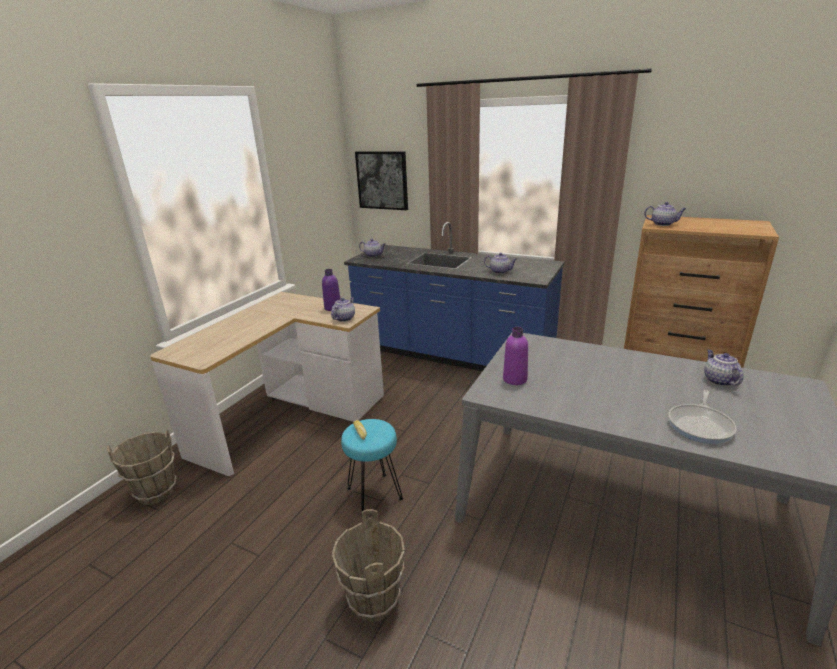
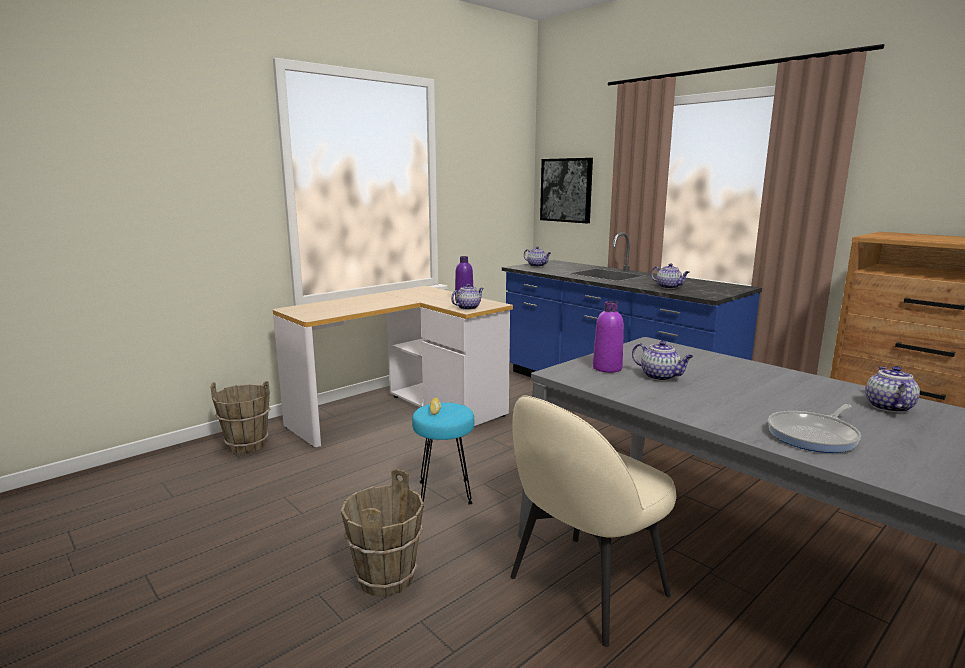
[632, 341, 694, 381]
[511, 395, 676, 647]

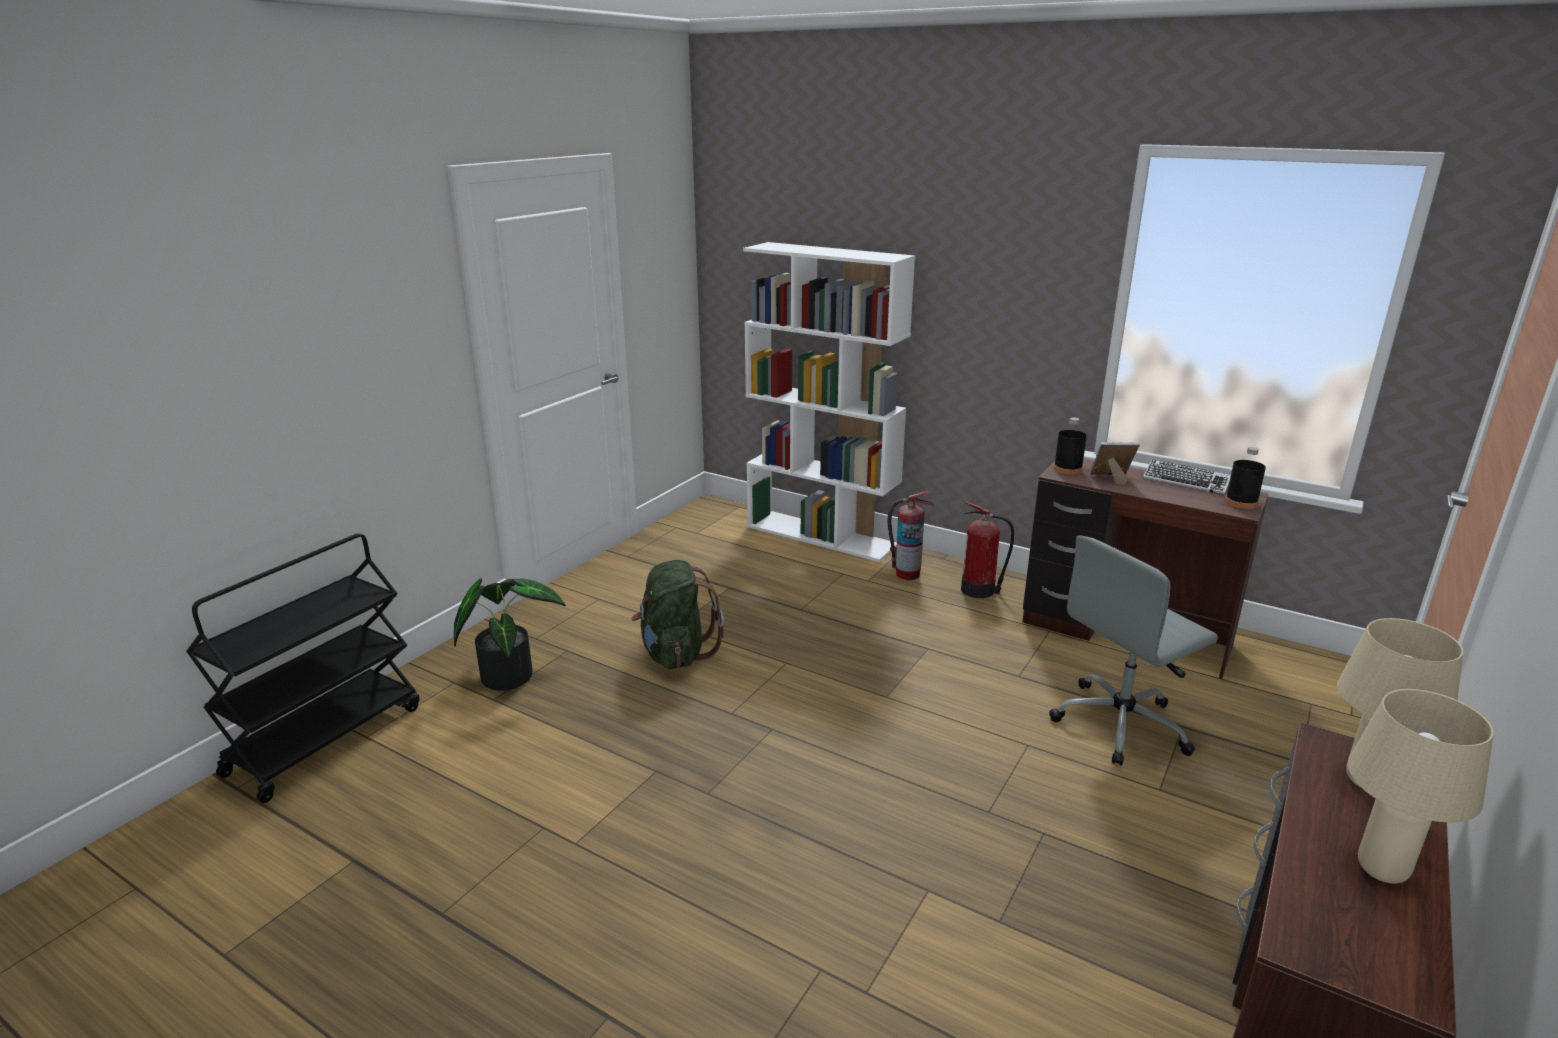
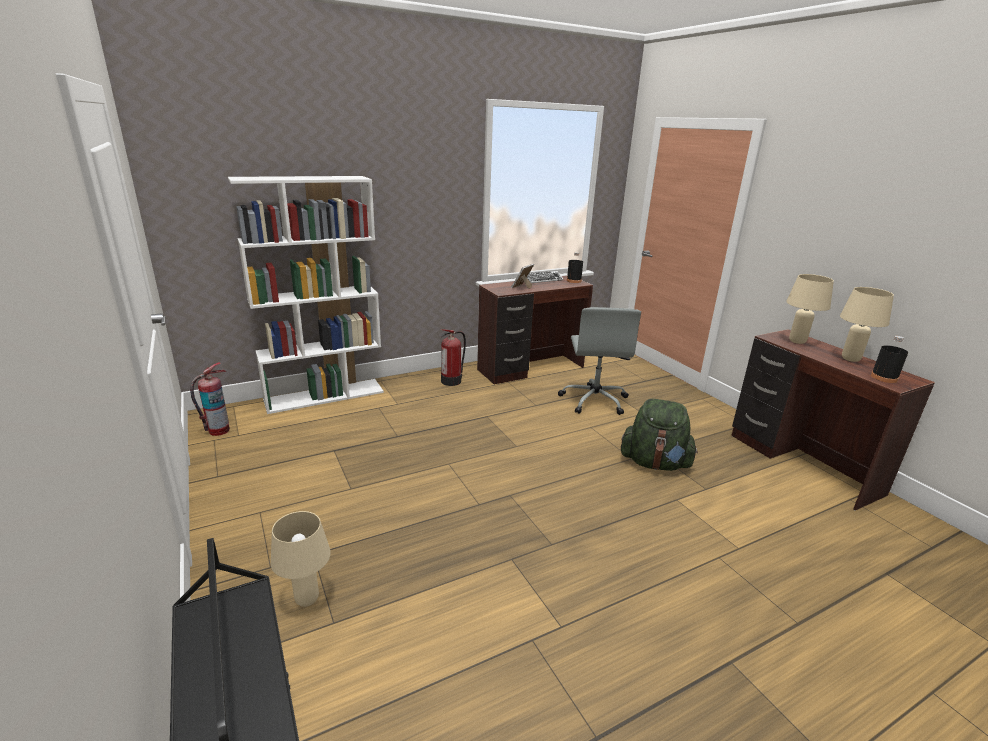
[271, 511, 331, 607]
[621, 399, 698, 471]
[190, 362, 230, 436]
[871, 336, 908, 383]

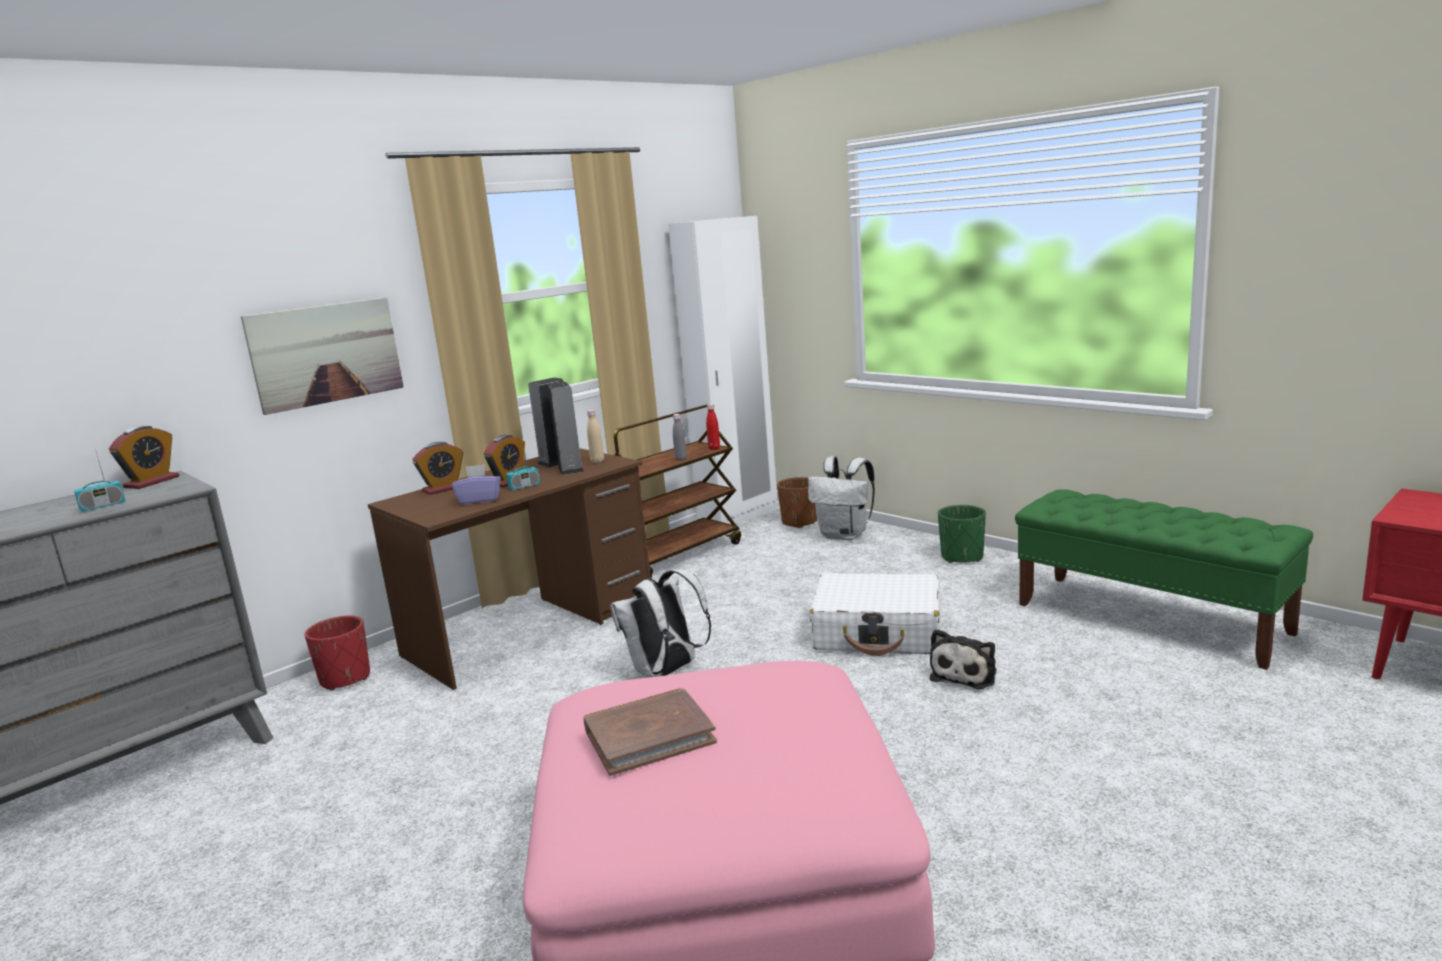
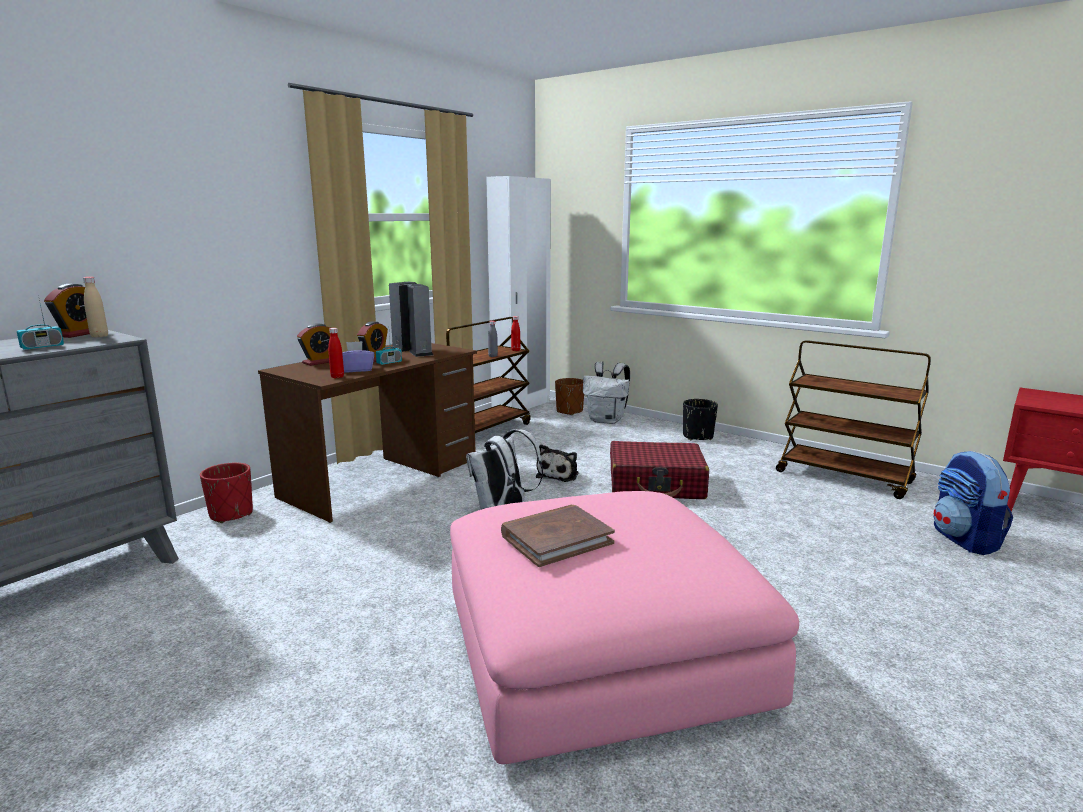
[241, 297, 404, 415] (first image)
[83, 277, 108, 338]
[610, 441, 709, 499]
[536, 444, 579, 482]
[683, 399, 718, 440]
[776, 340, 931, 499]
[328, 328, 344, 378]
[933, 451, 1013, 555]

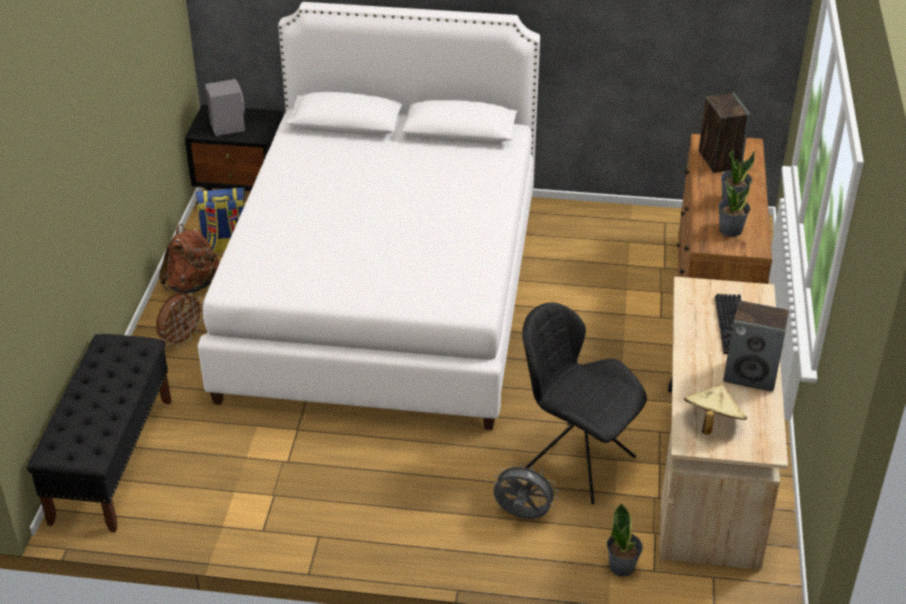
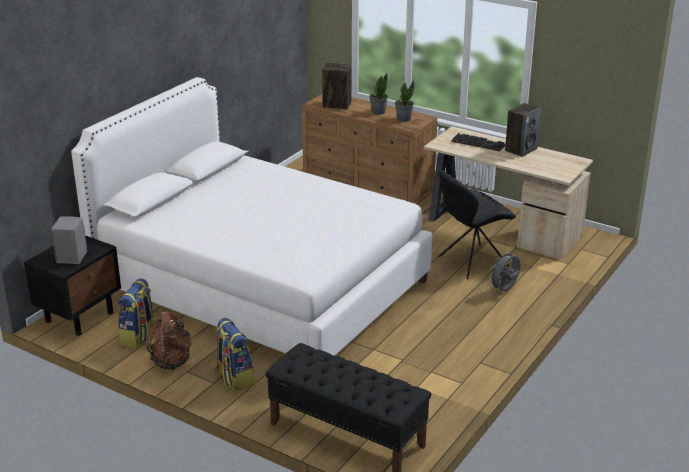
[215, 318, 254, 391]
[607, 503, 643, 577] (first image)
[684, 385, 747, 435] (first image)

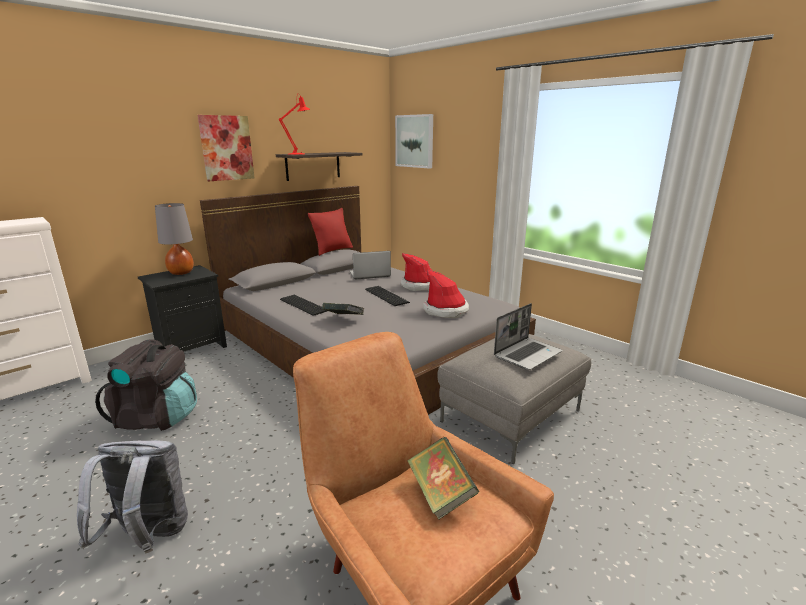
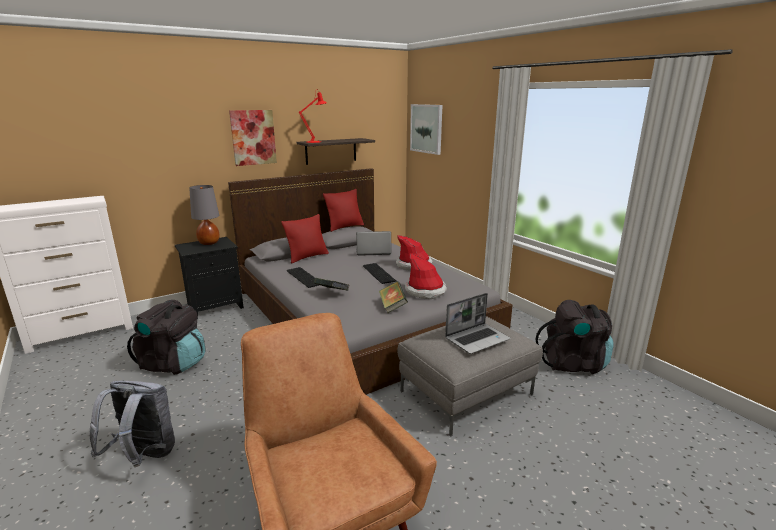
[379, 281, 408, 313]
[281, 214, 329, 264]
[536, 300, 614, 374]

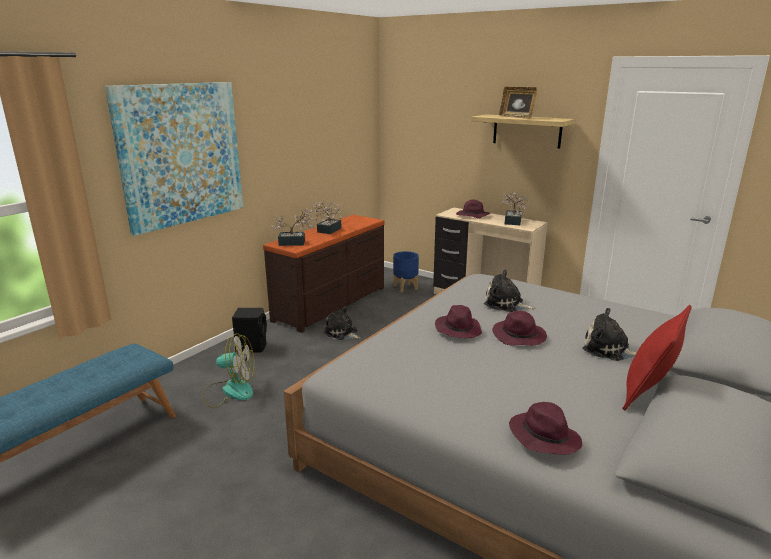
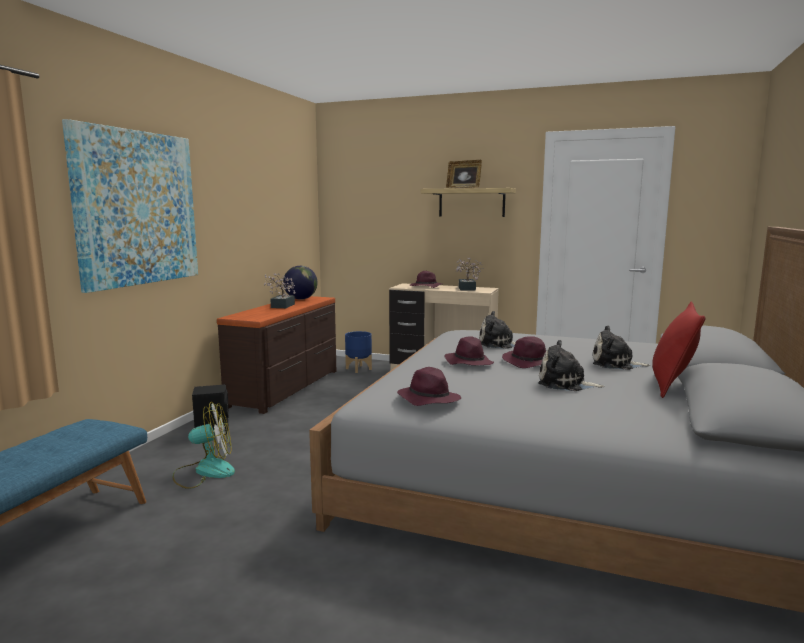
[271, 209, 315, 246] (first image)
[538, 340, 605, 391]
[397, 367, 461, 406]
[283, 266, 318, 300]

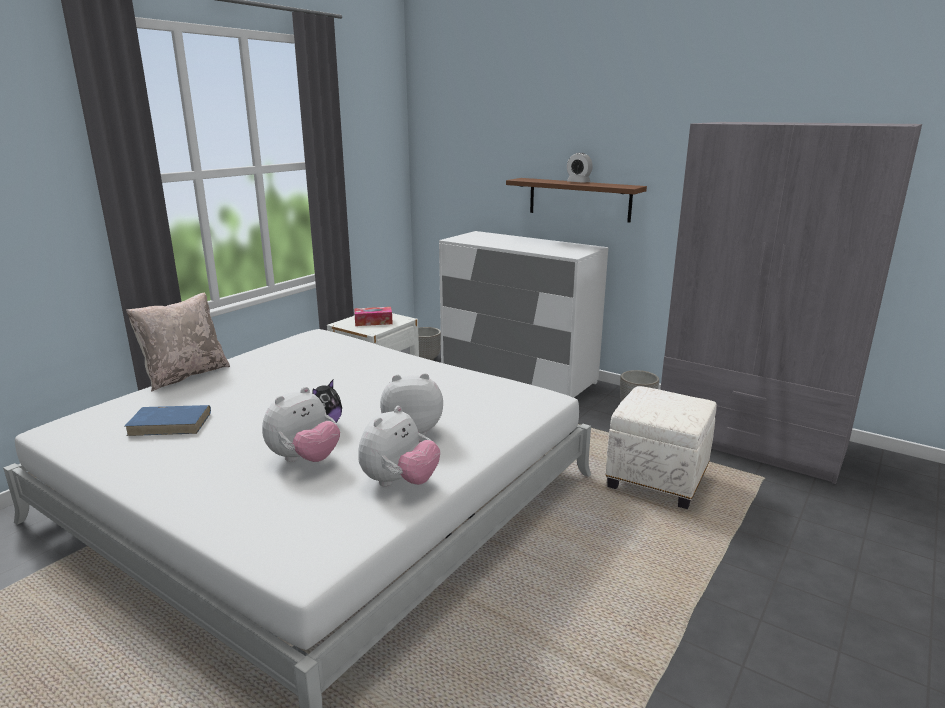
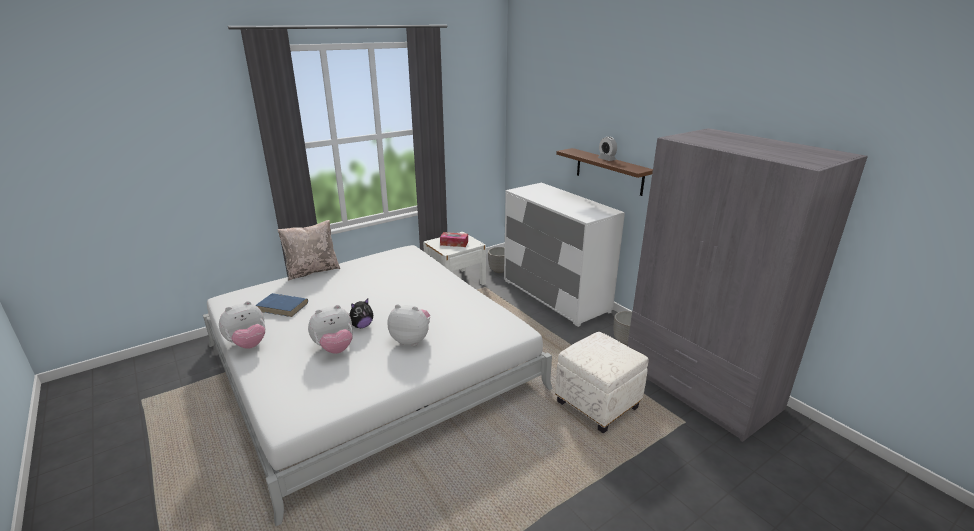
[219, 301, 265, 349]

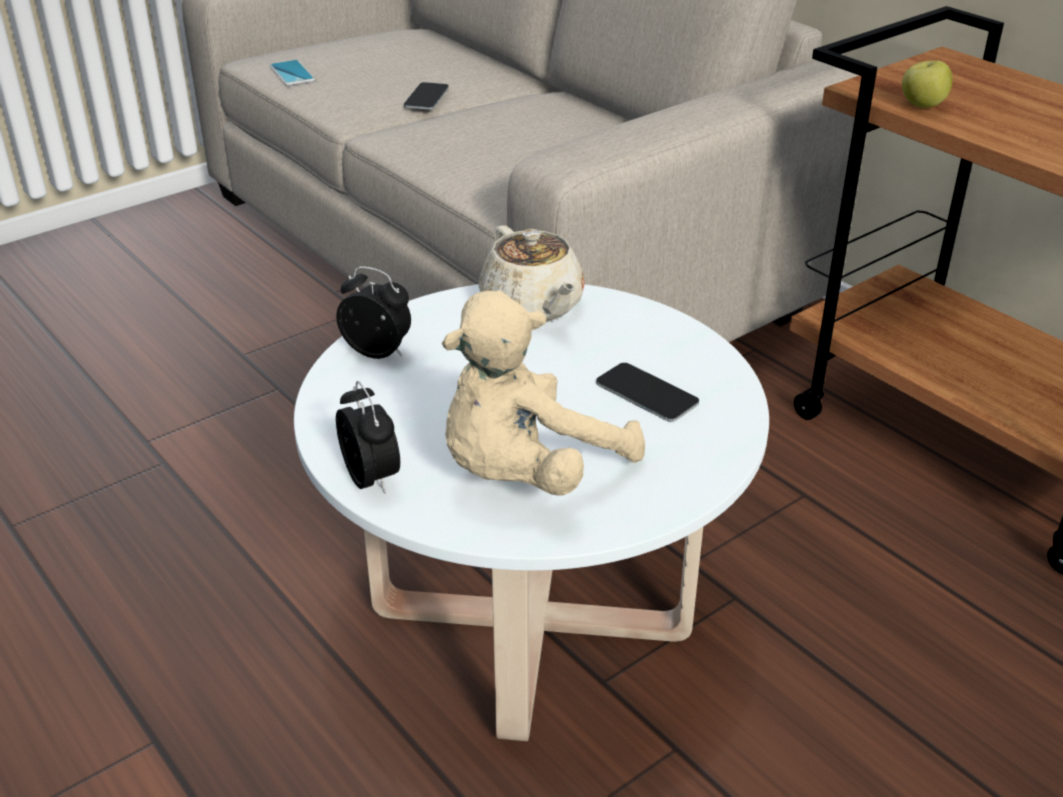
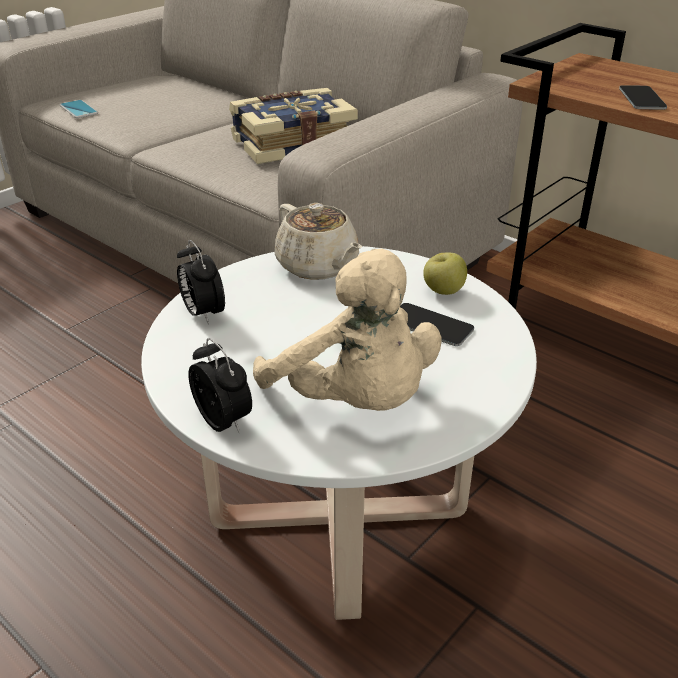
[177, 240, 225, 325]
[619, 85, 667, 110]
[253, 249, 441, 411]
[423, 253, 467, 295]
[229, 88, 358, 164]

